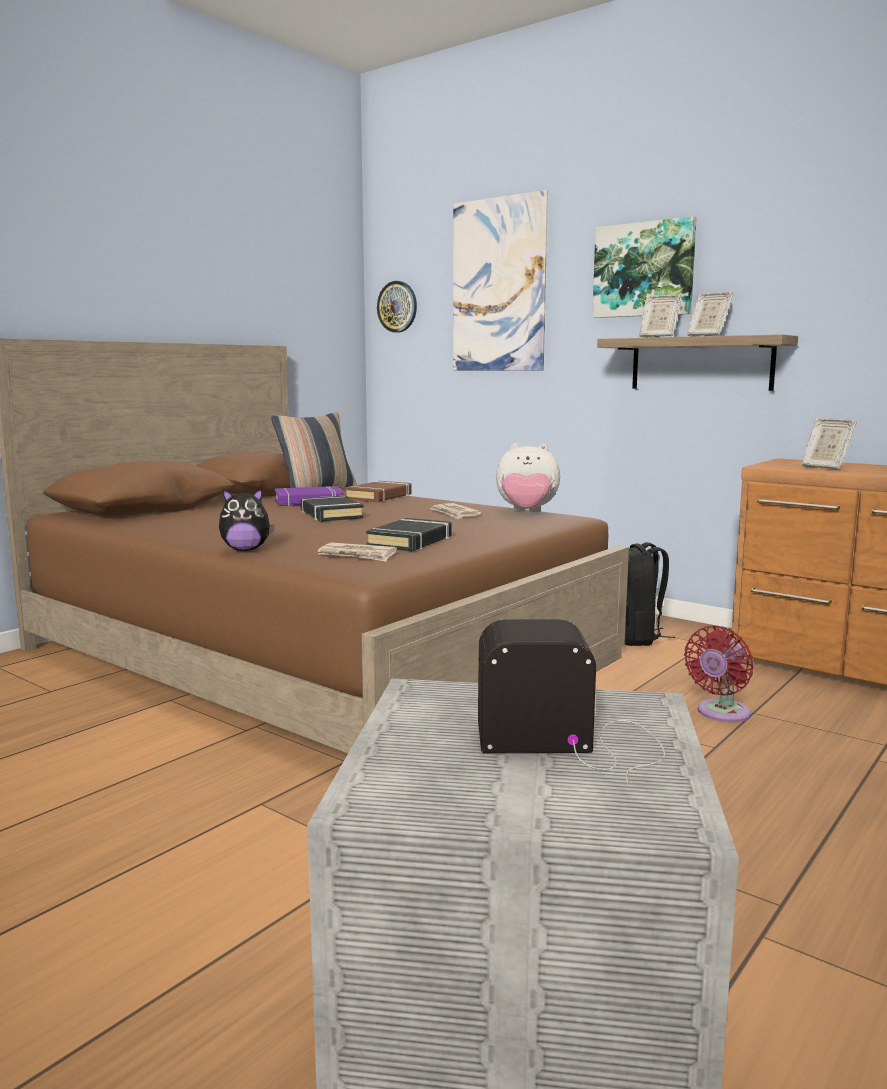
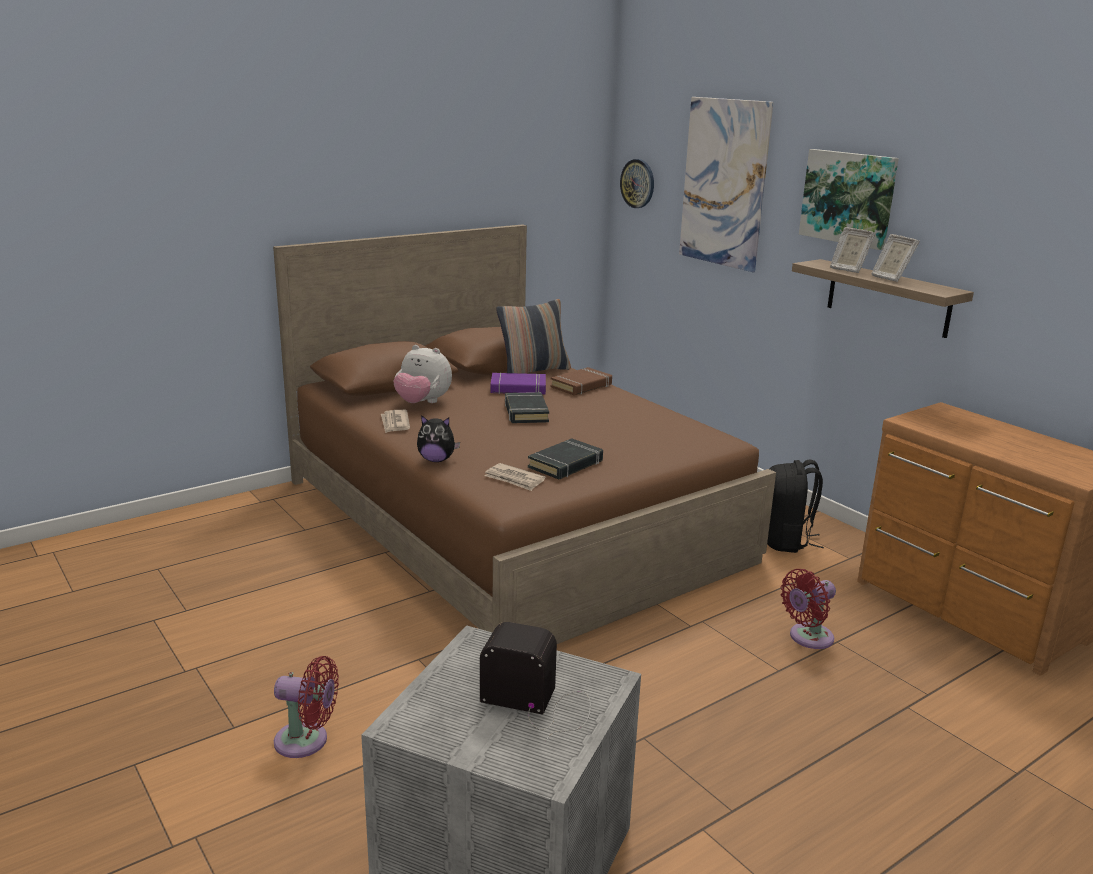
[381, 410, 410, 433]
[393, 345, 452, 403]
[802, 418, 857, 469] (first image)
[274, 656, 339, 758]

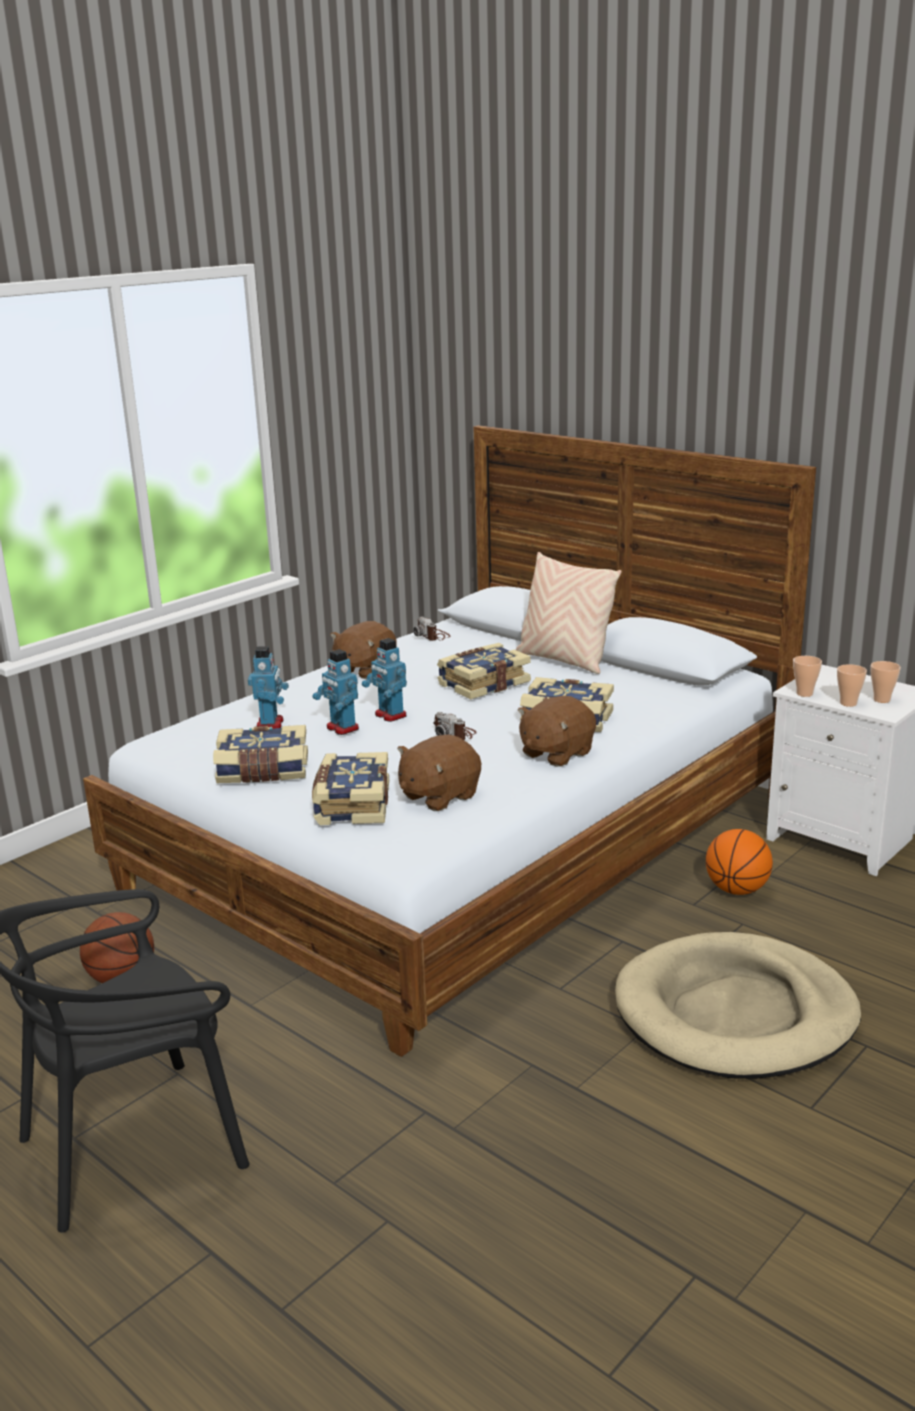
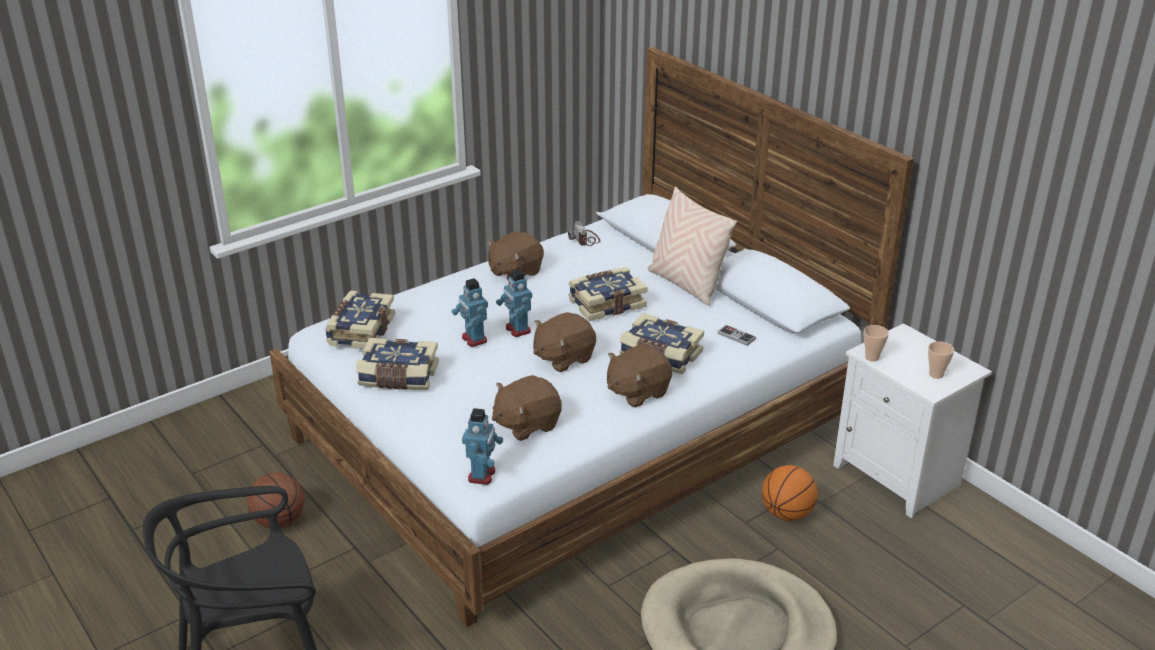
[462, 408, 503, 485]
[325, 290, 395, 349]
[533, 312, 596, 372]
[837, 664, 867, 707] (first image)
[717, 325, 756, 346]

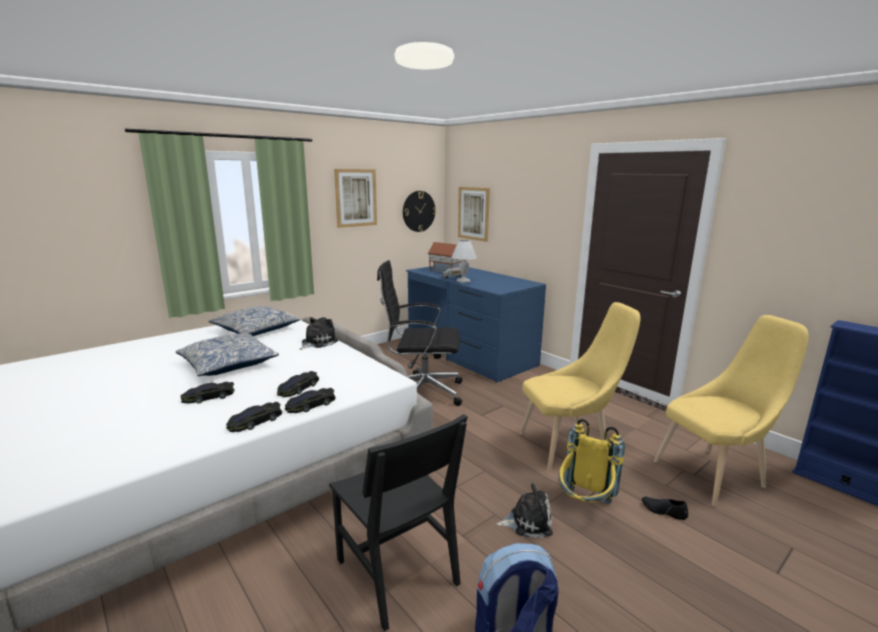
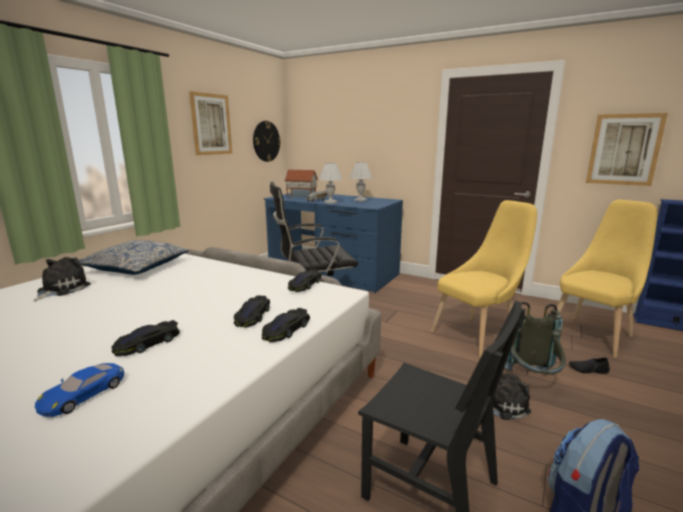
[175, 334, 279, 376] (first image)
[288, 269, 321, 292]
[33, 257, 91, 302]
[586, 113, 668, 186]
[505, 302, 566, 375]
[35, 363, 124, 417]
[350, 162, 372, 202]

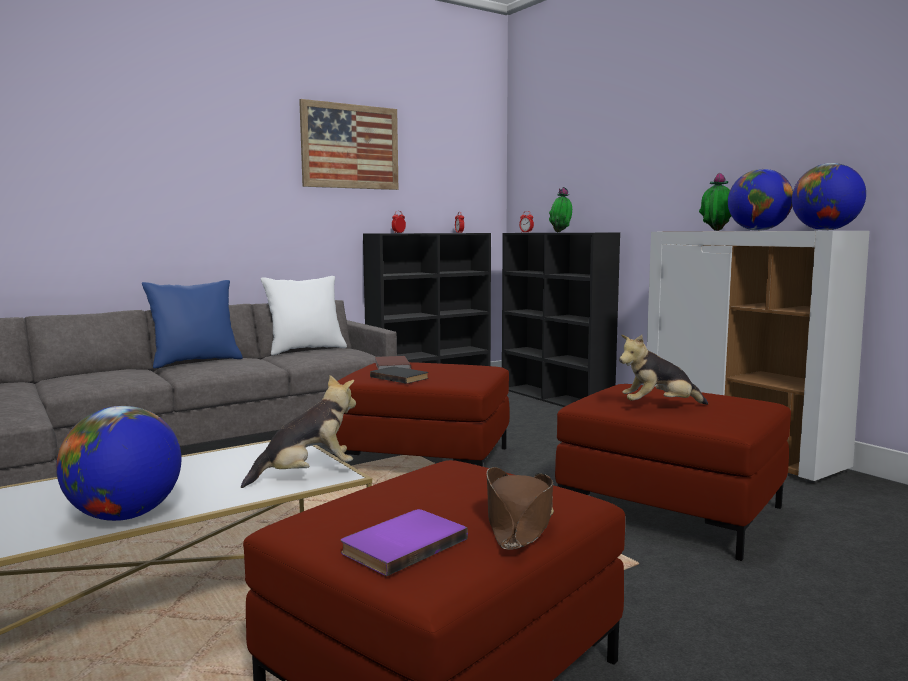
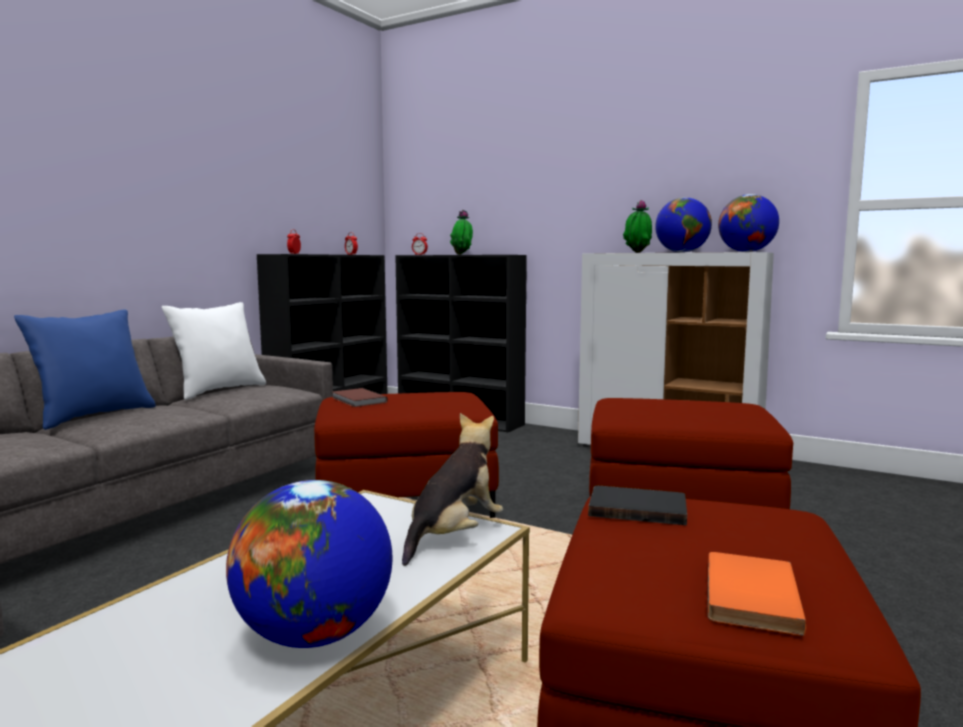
[299, 99, 398, 190] (first image)
[707, 552, 806, 636]
[588, 486, 687, 525]
[487, 467, 554, 549] (first image)
[619, 335, 708, 405] (first image)

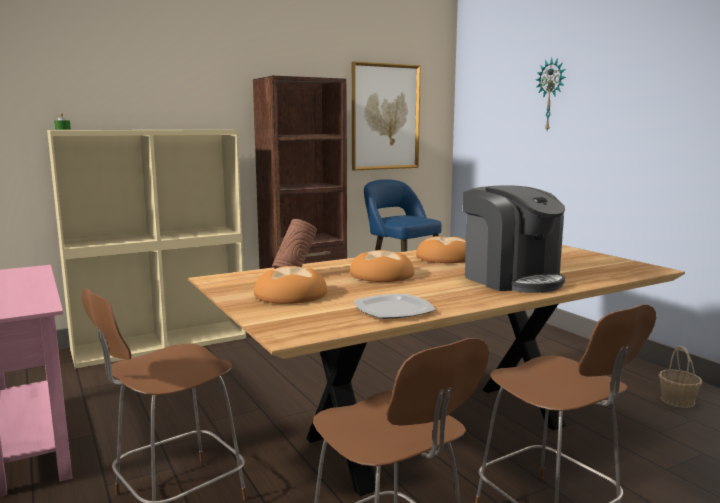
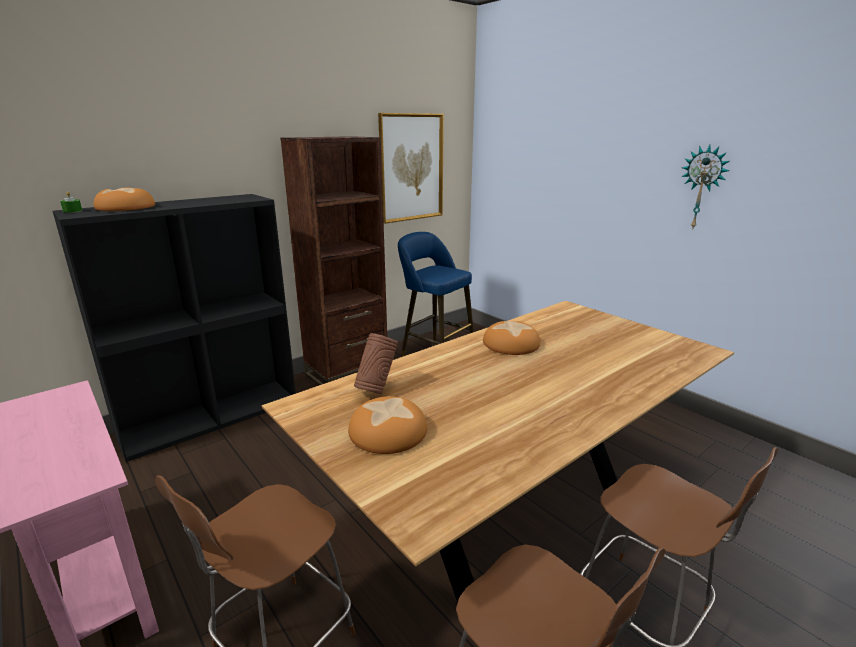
[53, 194, 296, 462]
[94, 188, 155, 211]
[354, 294, 436, 319] (first image)
[462, 185, 565, 293] (first image)
[682, 145, 729, 230]
[659, 346, 702, 408] (first image)

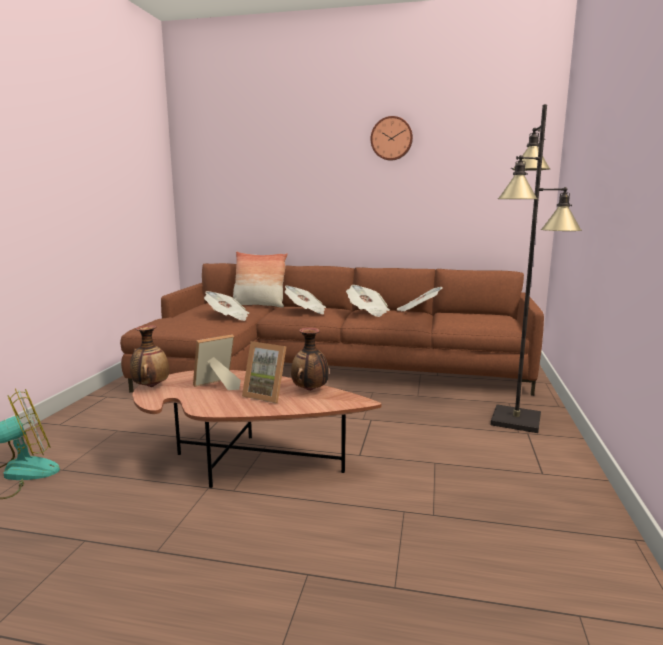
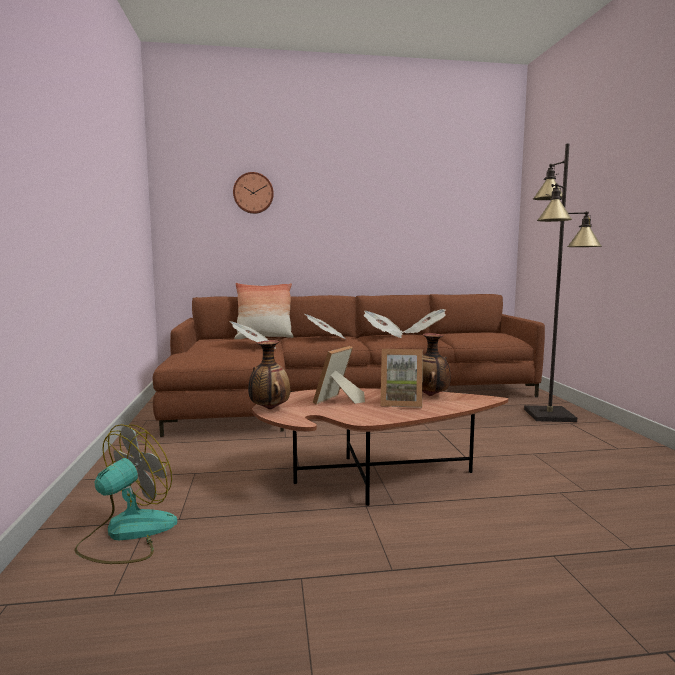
[233, 172, 274, 214]

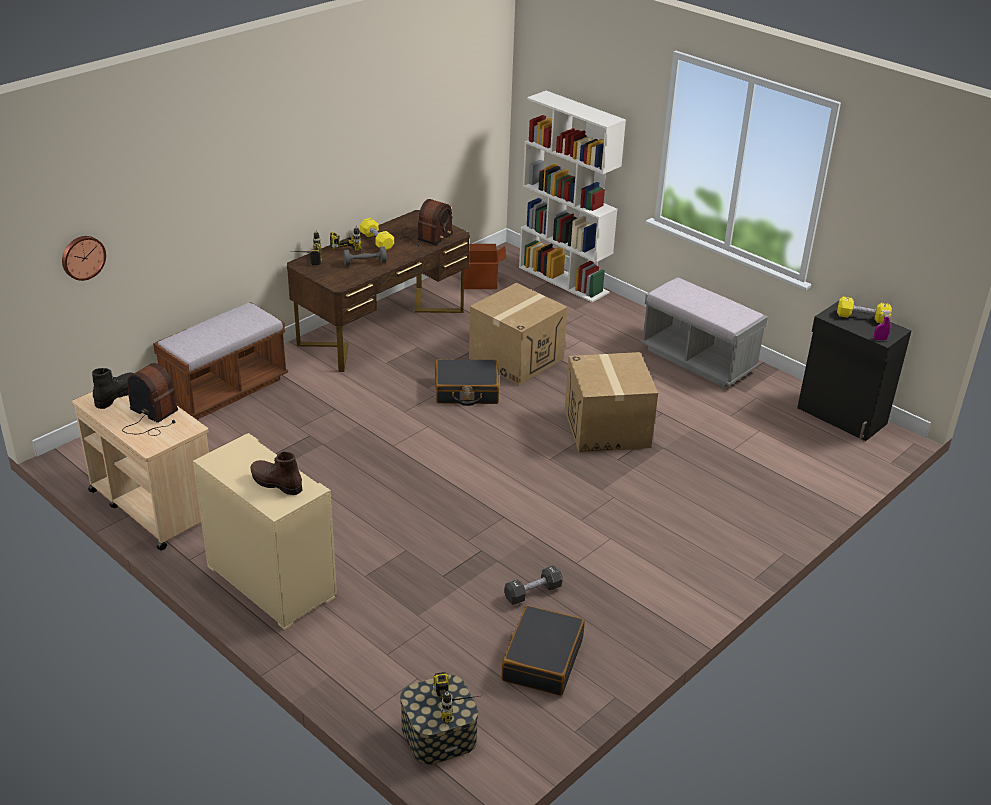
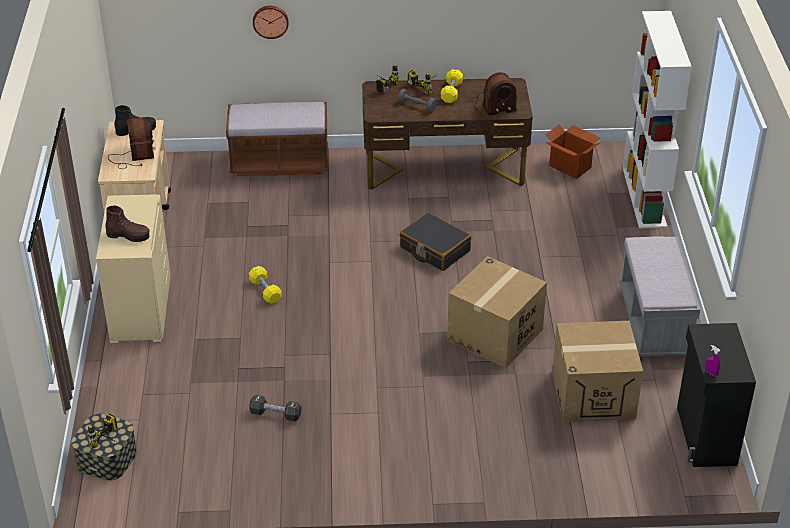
[253, 6, 289, 39]
[105, 205, 149, 242]
[552, 321, 643, 422]
[501, 605, 585, 696] (first image)
[249, 266, 282, 304]

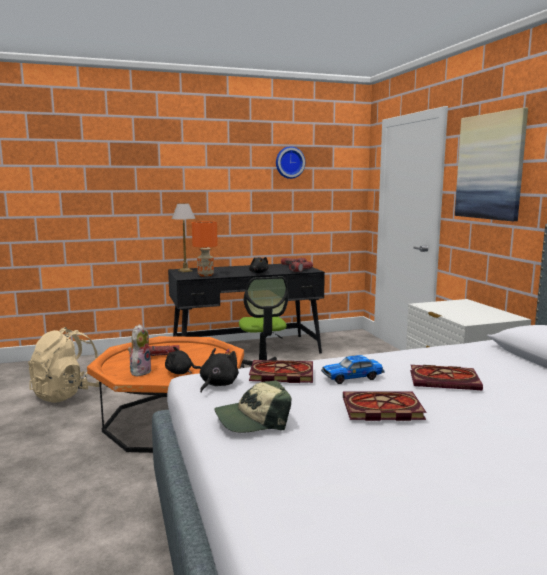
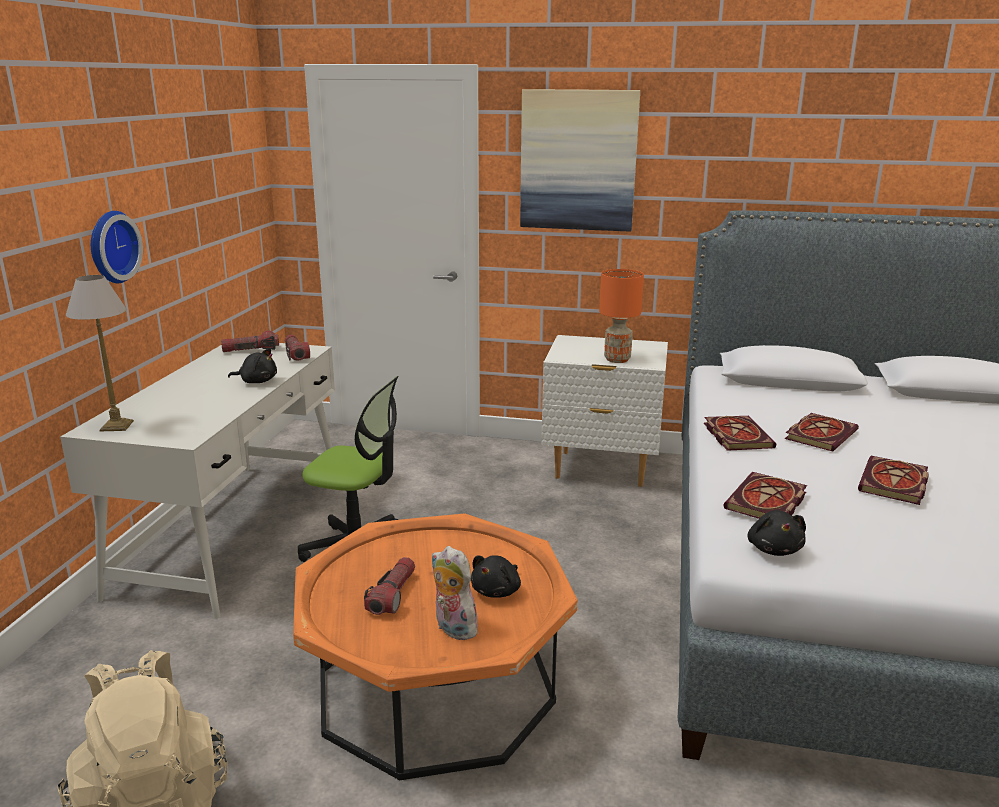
[60, 343, 335, 619]
[599, 269, 644, 363]
[748, 510, 806, 556]
[214, 380, 291, 433] (first image)
[91, 211, 143, 283]
[321, 355, 384, 384] (first image)
[704, 416, 776, 451]

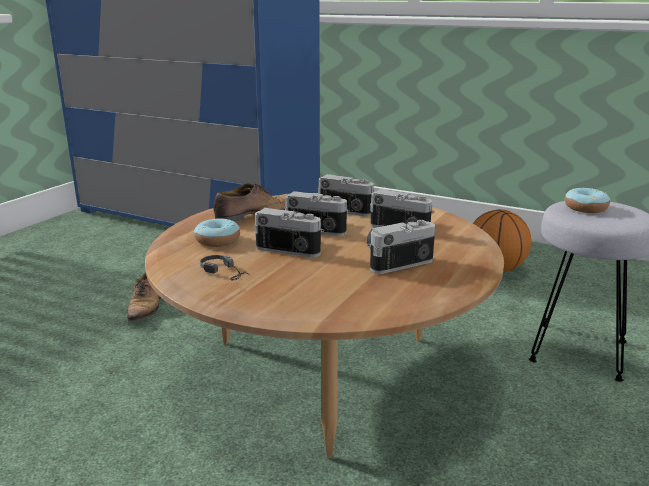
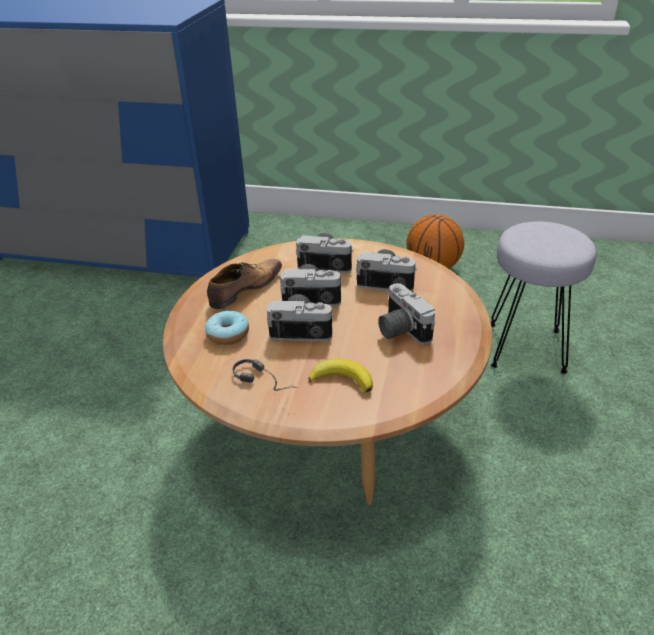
[127, 272, 161, 321] (first image)
[378, 283, 435, 345]
[565, 187, 610, 213] (first image)
[308, 359, 373, 393]

